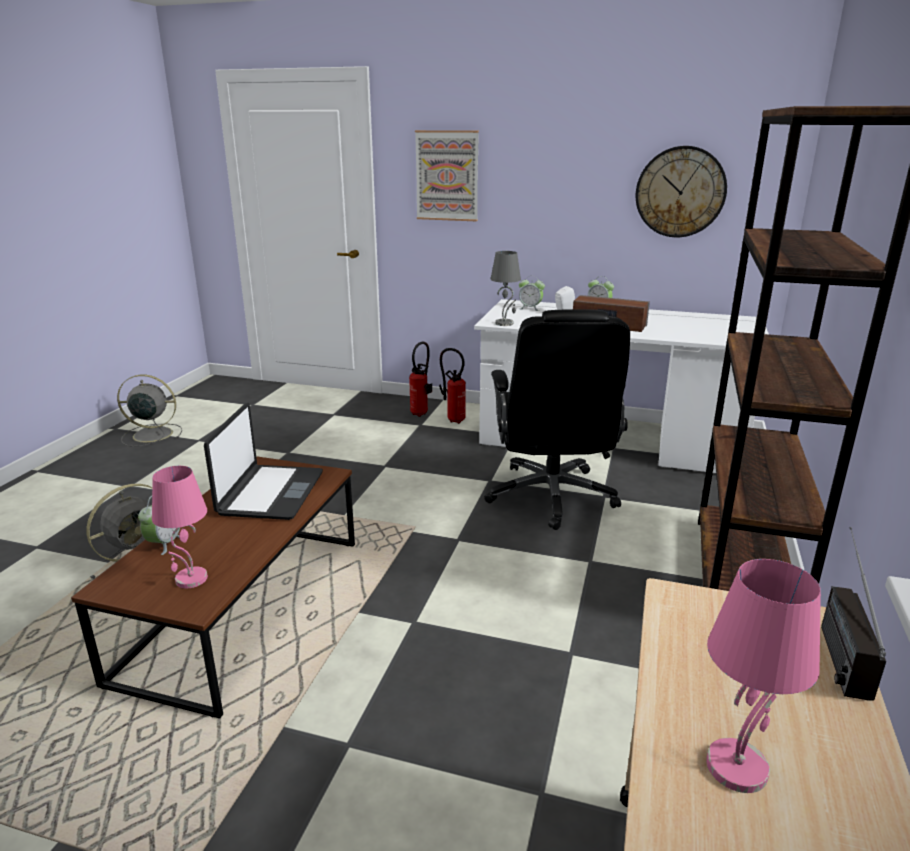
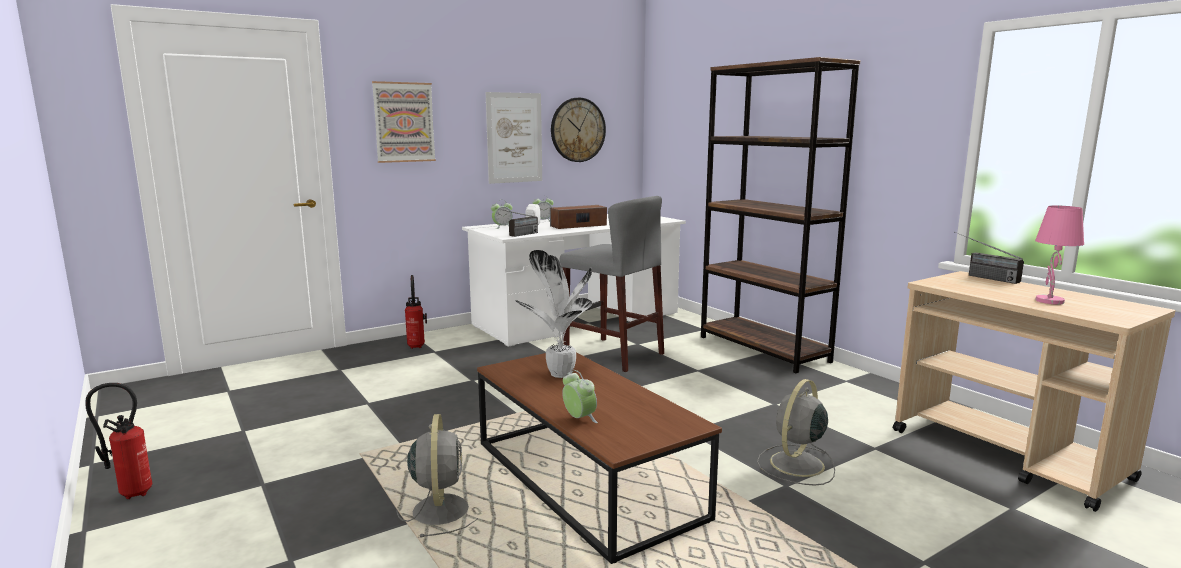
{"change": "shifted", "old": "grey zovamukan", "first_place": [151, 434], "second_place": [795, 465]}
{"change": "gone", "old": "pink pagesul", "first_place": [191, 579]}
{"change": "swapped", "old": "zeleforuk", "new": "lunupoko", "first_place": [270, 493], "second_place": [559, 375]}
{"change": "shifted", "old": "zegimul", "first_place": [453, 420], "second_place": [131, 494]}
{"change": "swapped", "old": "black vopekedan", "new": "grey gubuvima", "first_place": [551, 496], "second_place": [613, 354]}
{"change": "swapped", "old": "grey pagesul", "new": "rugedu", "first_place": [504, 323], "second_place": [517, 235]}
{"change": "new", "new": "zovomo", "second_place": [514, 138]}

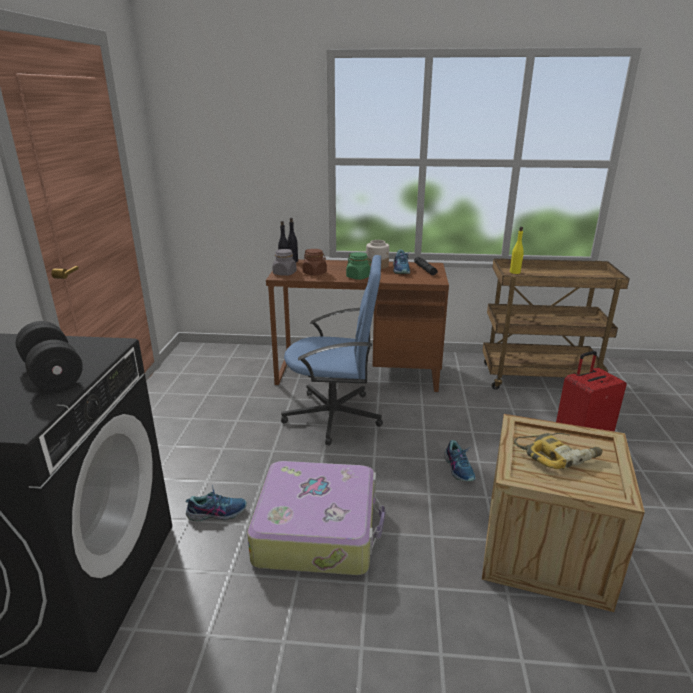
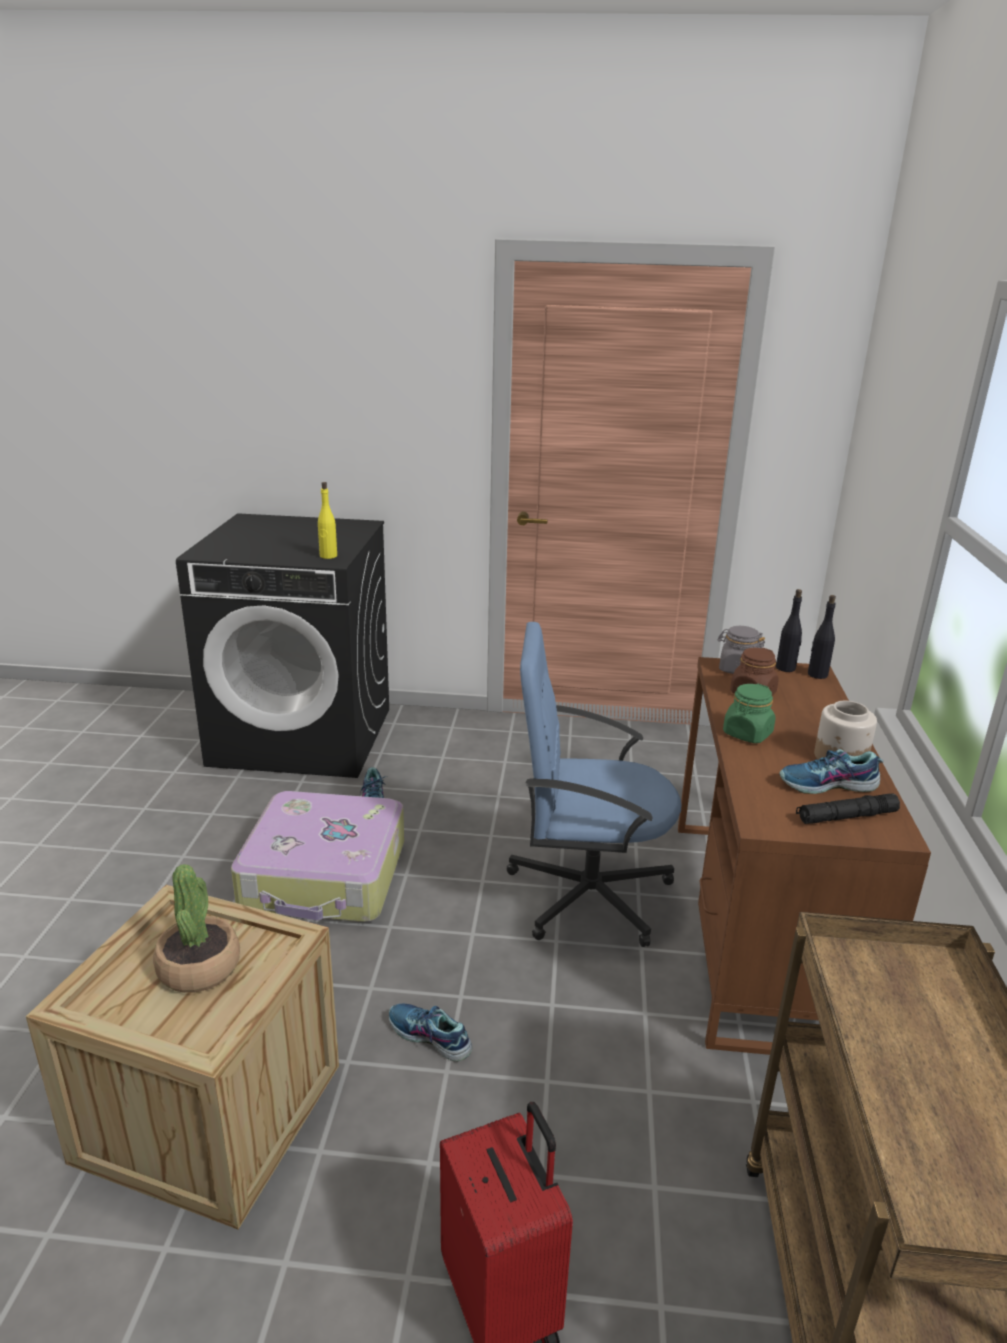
{"change": "gone", "old": "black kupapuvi", "first_place": [53, 374]}
{"change": "rotated", "old": "blue vopekedan", "first_place": [334, 416], "second_place": [586, 893], "degrees": 90}
{"change": "rotated", "old": "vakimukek", "first_place": [459, 468], "second_place": [429, 1037], "degrees": 45}
{"change": "shifted", "old": "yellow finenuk", "first_place": [515, 272], "second_place": [328, 556]}
{"change": "swapped", "old": "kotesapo", "new": "lunupoko", "first_place": [557, 455], "second_place": [199, 967]}

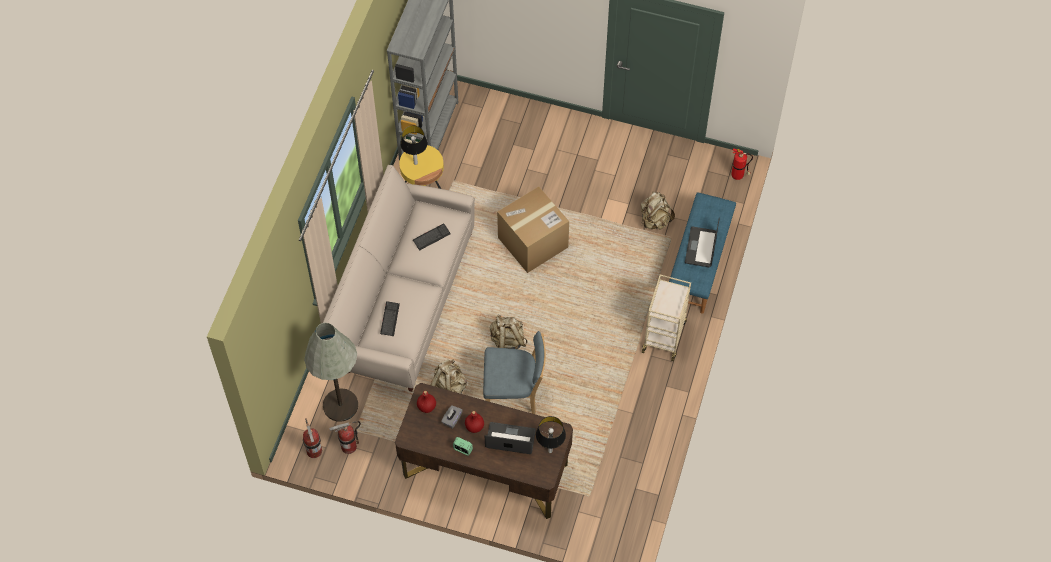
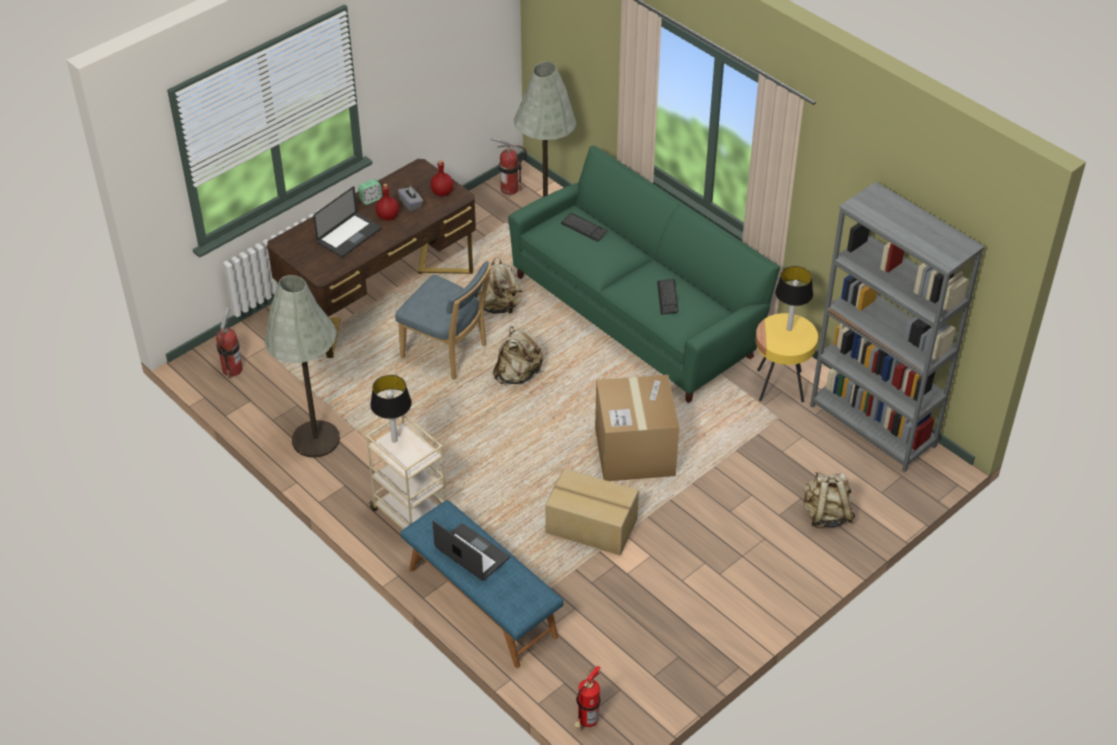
{"change": "repainted", "old": "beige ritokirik", "new": "green ritokirik", "first_place": [403, 300], "second_place": [638, 313]}
{"change": "shifted", "old": "zegimul", "first_place": [348, 446], "second_place": [232, 369]}
{"change": "rotated", "old": "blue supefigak", "first_place": [514, 394], "second_place": [447, 353], "degrees": -90}
{"change": "shifted", "old": "pagesul", "first_place": [550, 451], "second_place": [394, 440]}
{"change": "shifted", "old": "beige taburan", "first_place": [655, 220], "second_place": [825, 515]}
{"change": "new", "new": "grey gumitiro", "second_place": [316, 439]}
{"change": "new", "new": "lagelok", "second_place": [591, 526]}

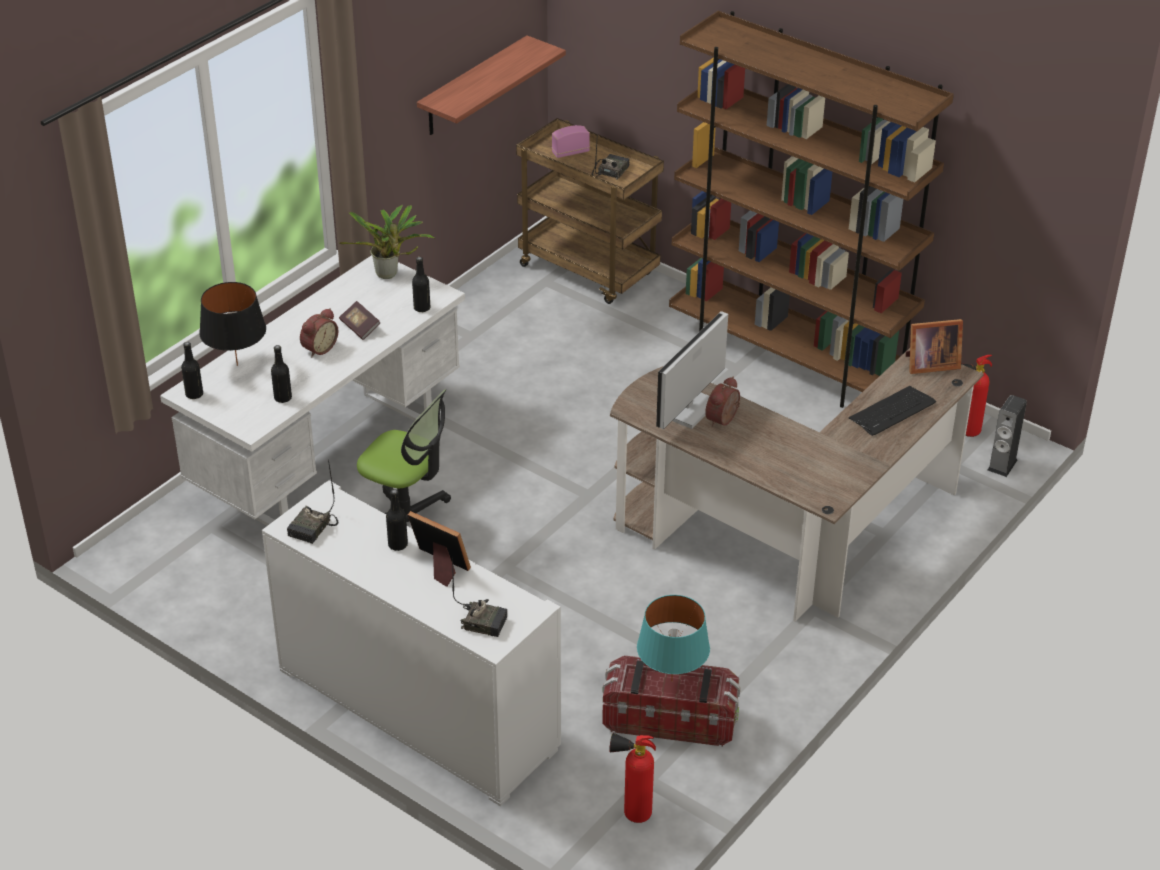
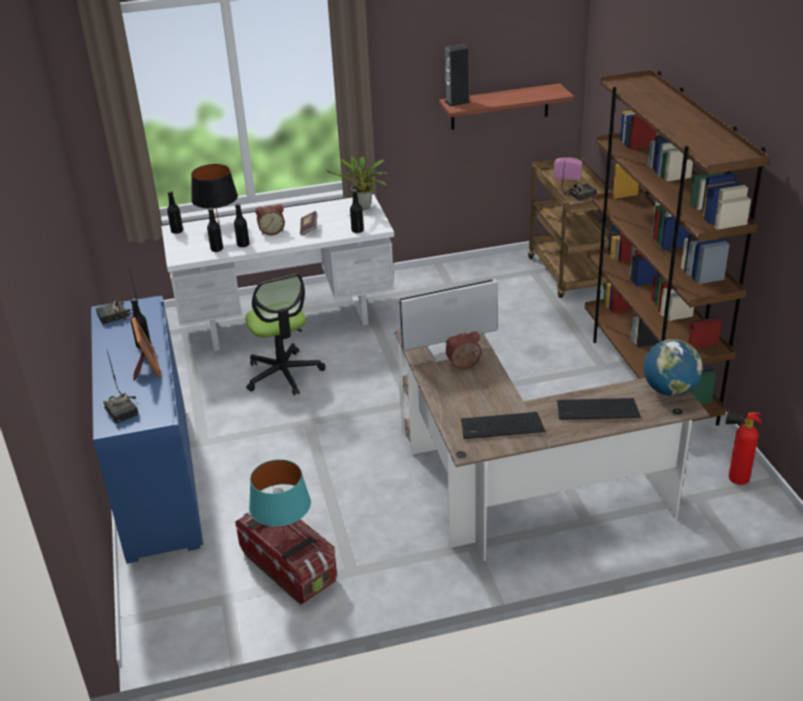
{"change": "repainted", "old": "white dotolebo", "new": "blue dotolebo", "first_place": [417, 708], "second_place": [158, 479]}
{"change": "gone", "old": "zegimul", "first_place": [631, 814]}
{"change": "swapped", "old": "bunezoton", "new": "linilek", "first_place": [929, 364], "second_place": [669, 390]}
{"change": "shifted", "old": "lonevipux", "first_place": [1002, 465], "second_place": [457, 102]}
{"change": "new", "new": "black finenuk", "second_place": [243, 245]}
{"change": "new", "new": "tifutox", "second_place": [501, 426]}

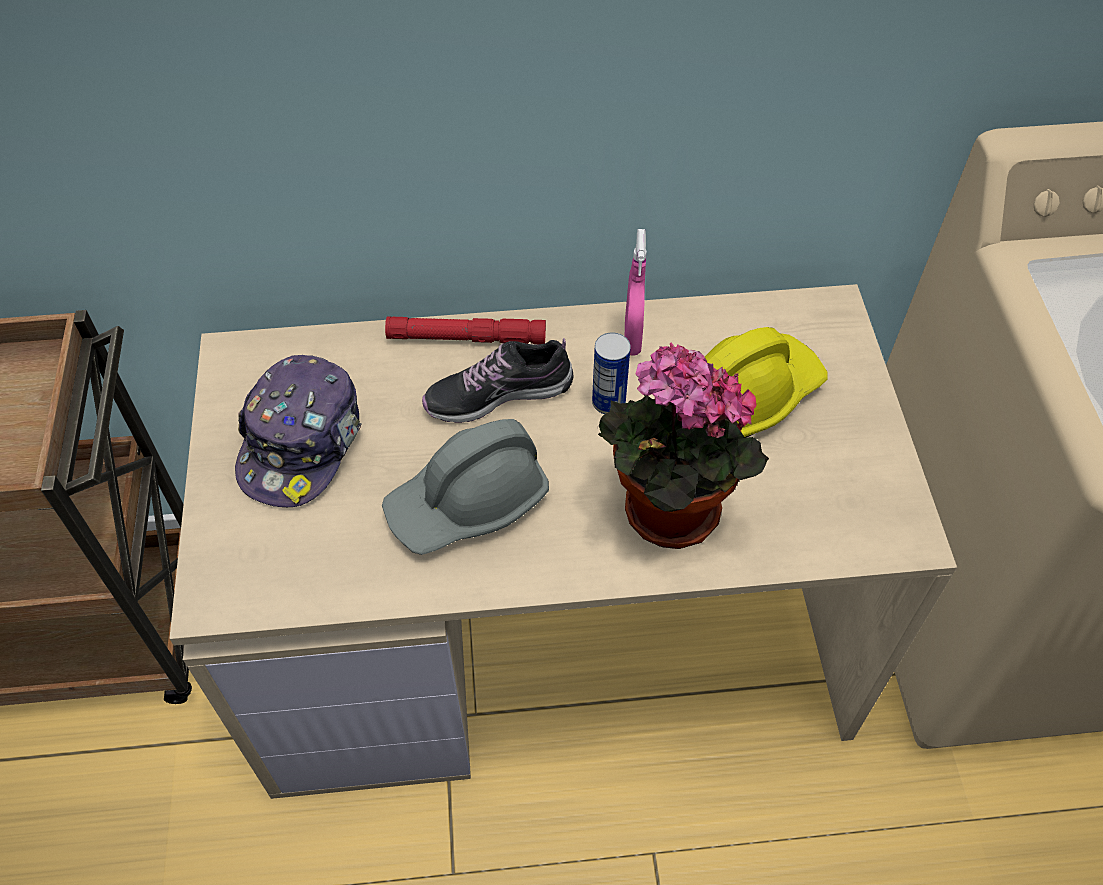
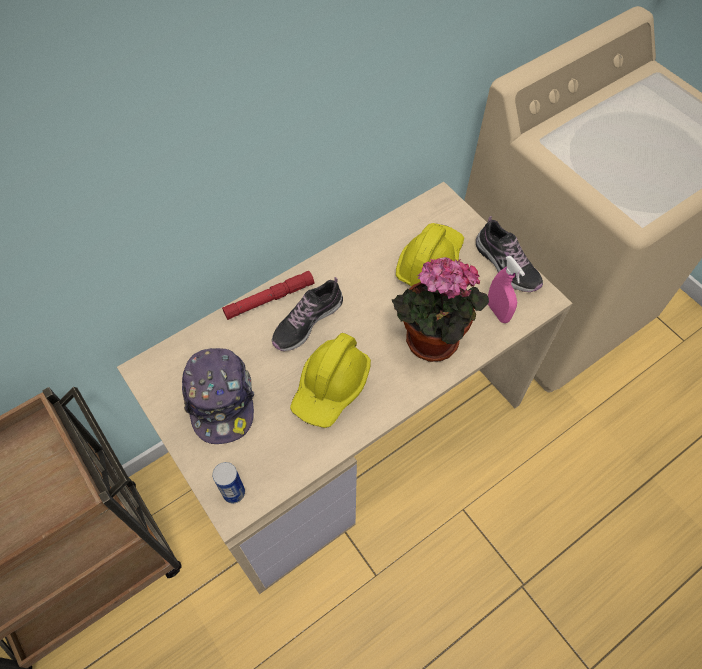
{"change": "repainted", "old": "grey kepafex", "new": "yellow kepafex", "first_place": [468, 502], "second_place": [331, 387]}
{"change": "shifted", "old": "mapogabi", "first_place": [608, 402], "second_place": [234, 492]}
{"change": "shifted", "old": "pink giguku", "first_place": [632, 338], "second_place": [497, 312]}
{"change": "new", "new": "vakimukek", "second_place": [506, 265]}

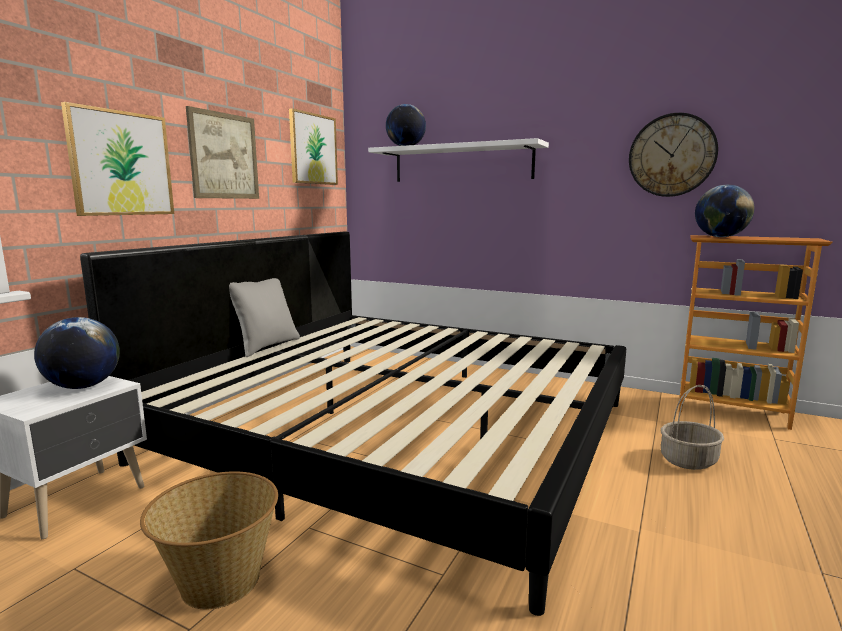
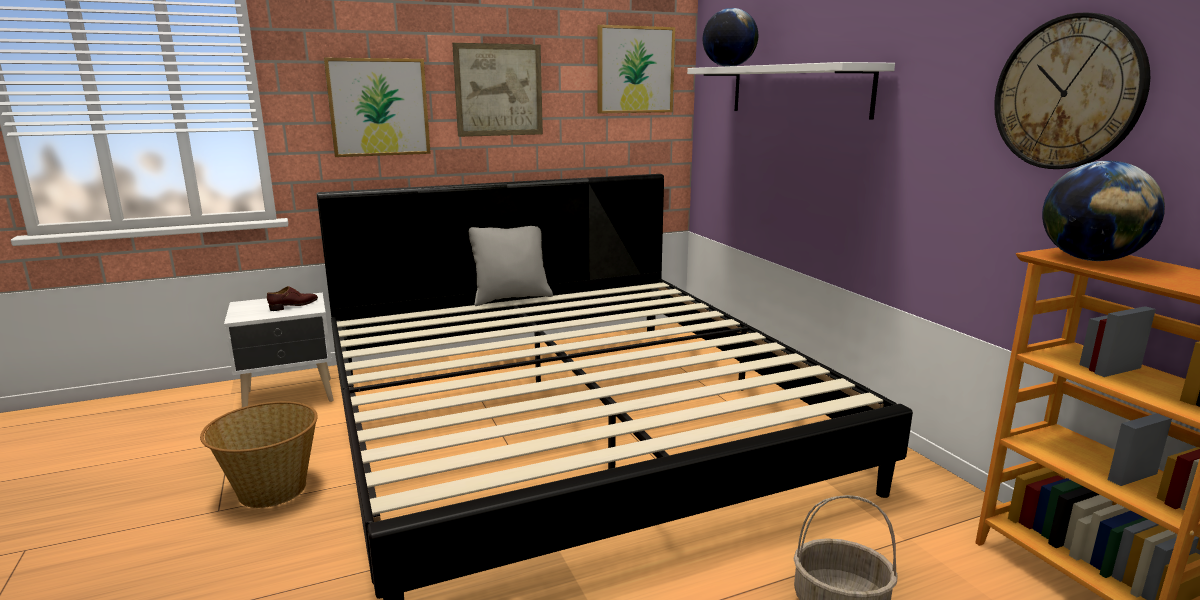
{"change": "swapped", "old": "linilek", "new": "brown vakimukek", "first_place": [83, 386], "second_place": [294, 305]}

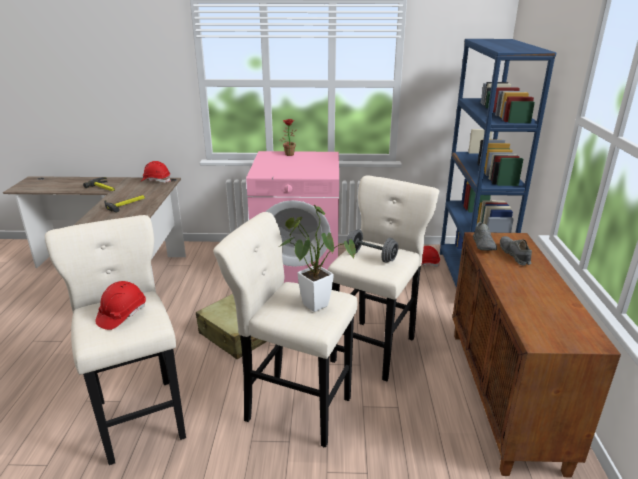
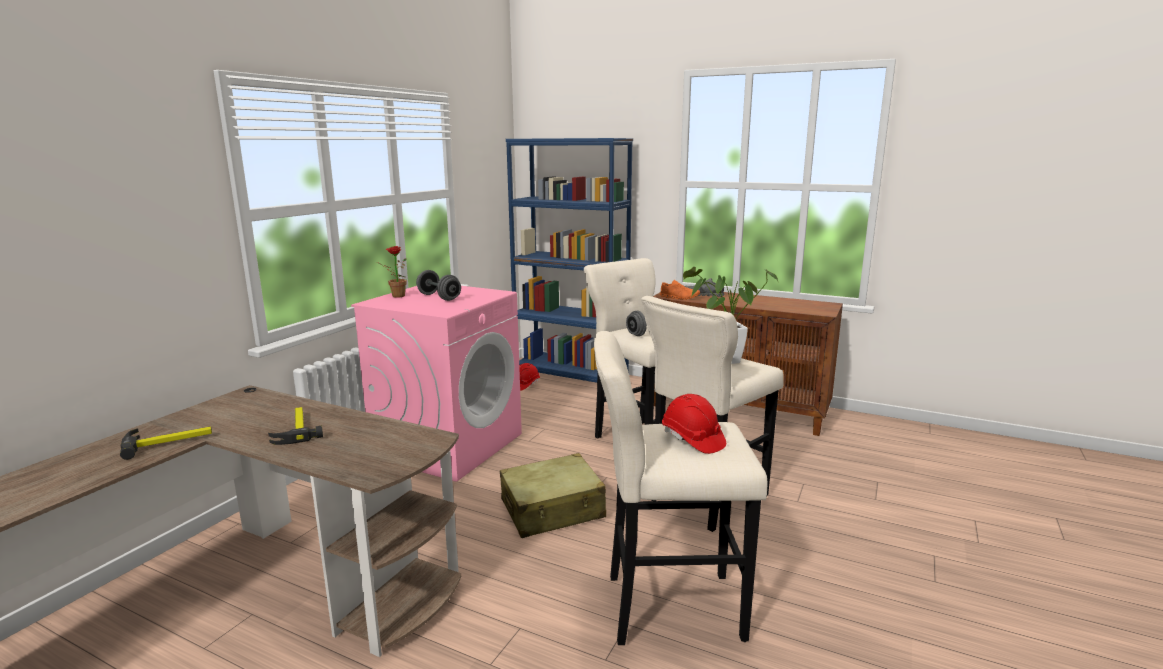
{"change": "gone", "old": "red kepafex", "first_place": [156, 180]}
{"change": "repainted", "old": "grey vakimukek", "new": "orange vakimukek", "first_place": [483, 245], "second_place": [679, 297]}
{"change": "new", "new": "grey kupapuvi", "second_place": [439, 297]}

